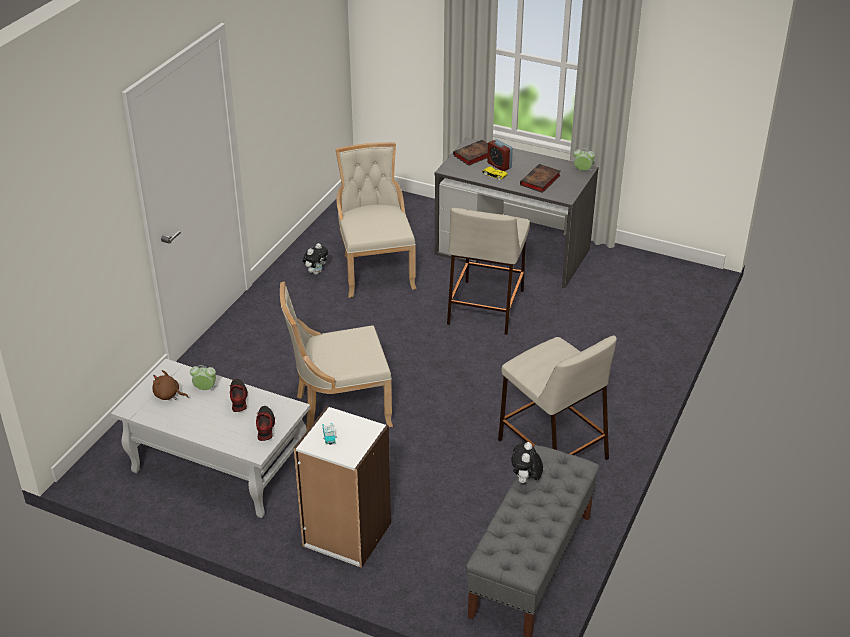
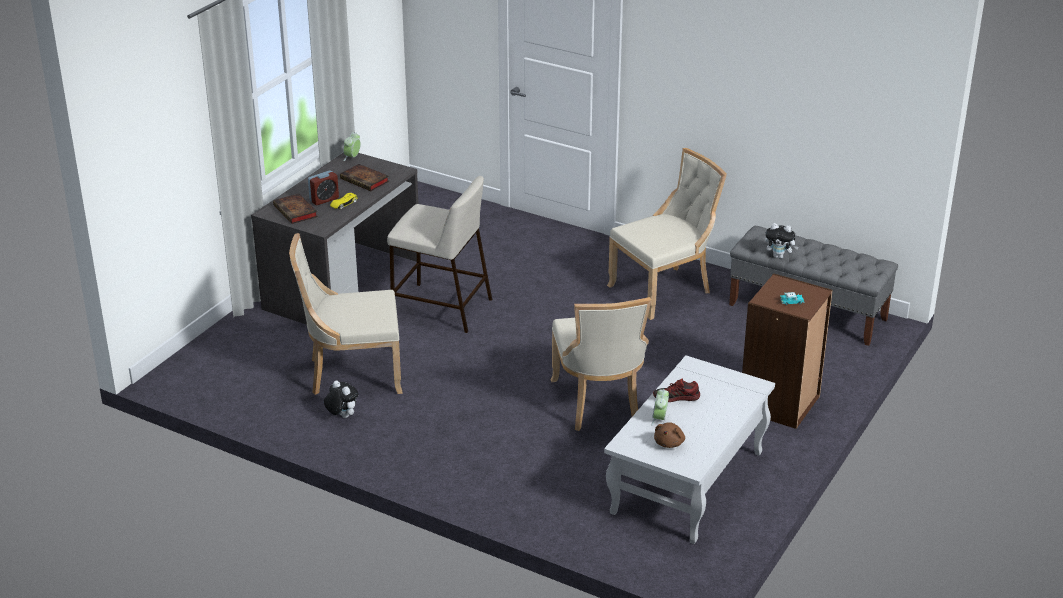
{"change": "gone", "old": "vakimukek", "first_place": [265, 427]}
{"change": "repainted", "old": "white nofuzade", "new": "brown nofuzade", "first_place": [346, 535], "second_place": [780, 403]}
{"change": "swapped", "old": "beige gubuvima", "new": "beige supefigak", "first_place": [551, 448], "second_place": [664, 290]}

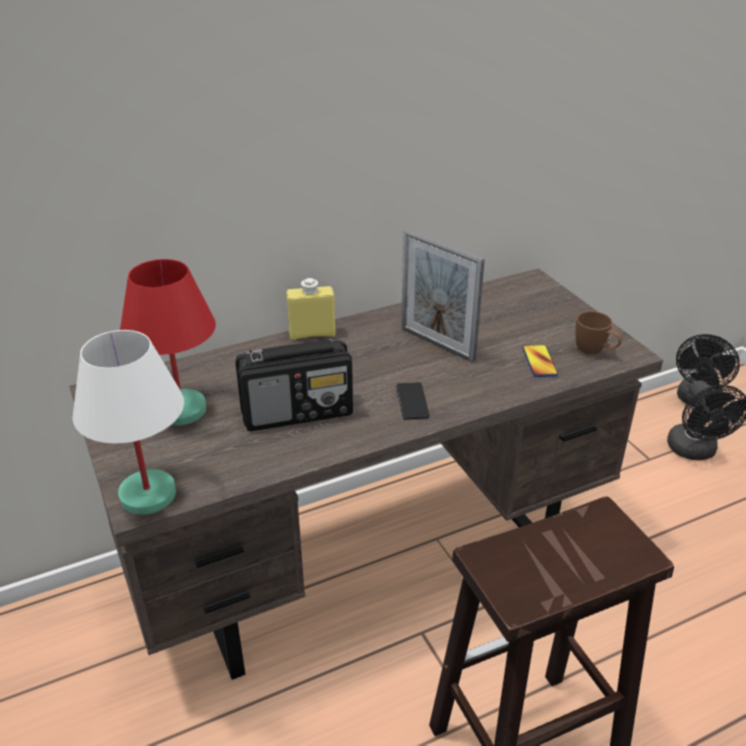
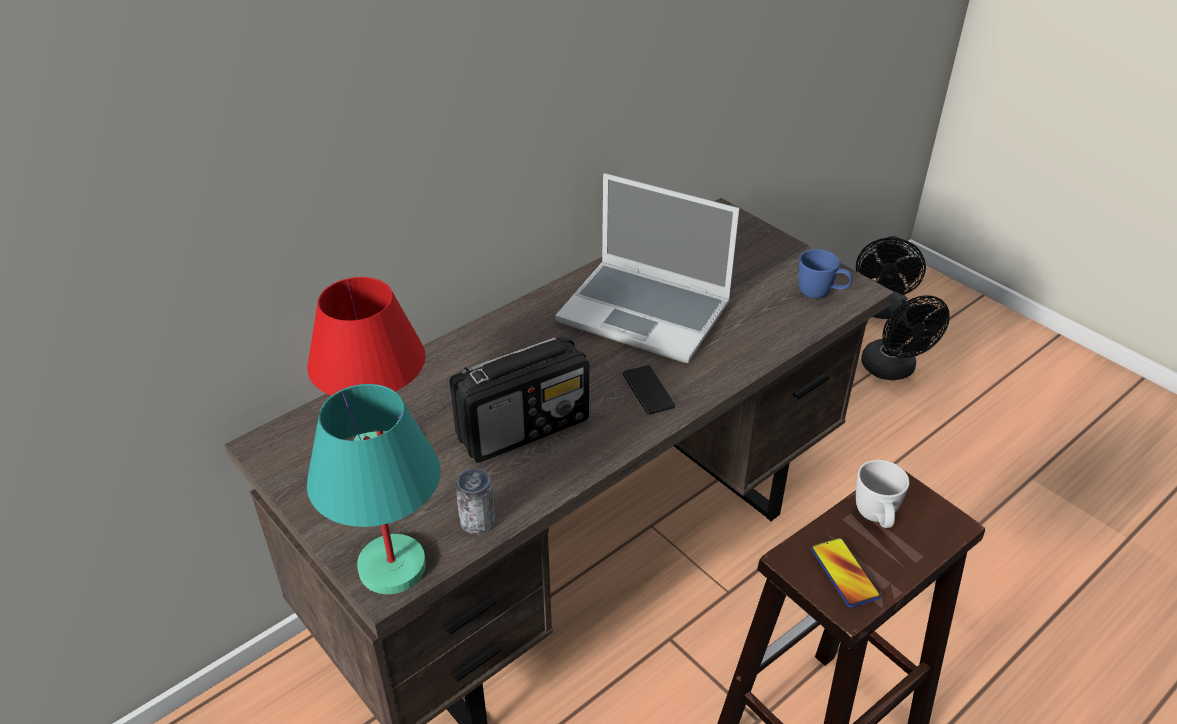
{"change": "repainted", "old": "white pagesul", "new": "turquoise pagesul", "first_place": [146, 495], "second_place": [390, 567]}
{"change": "gone", "old": "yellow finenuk", "first_place": [312, 334]}
{"change": "swapped", "old": "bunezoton", "new": "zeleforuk", "first_place": [437, 344], "second_place": [646, 313]}
{"change": "shifted", "old": "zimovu", "first_place": [539, 362], "second_place": [844, 573]}
{"change": "repainted", "old": "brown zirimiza", "new": "blue zirimiza", "first_place": [595, 352], "second_place": [821, 294]}
{"change": "new", "new": "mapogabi", "second_place": [477, 522]}
{"change": "new", "new": "white zirimiza", "second_place": [876, 519]}

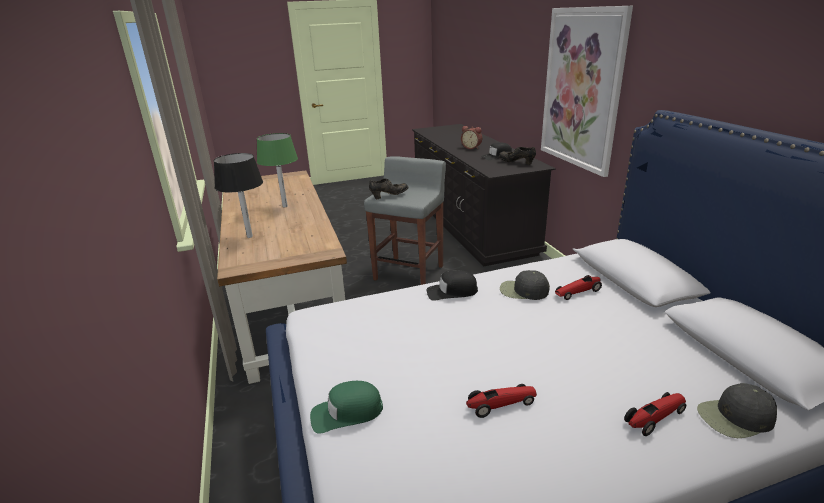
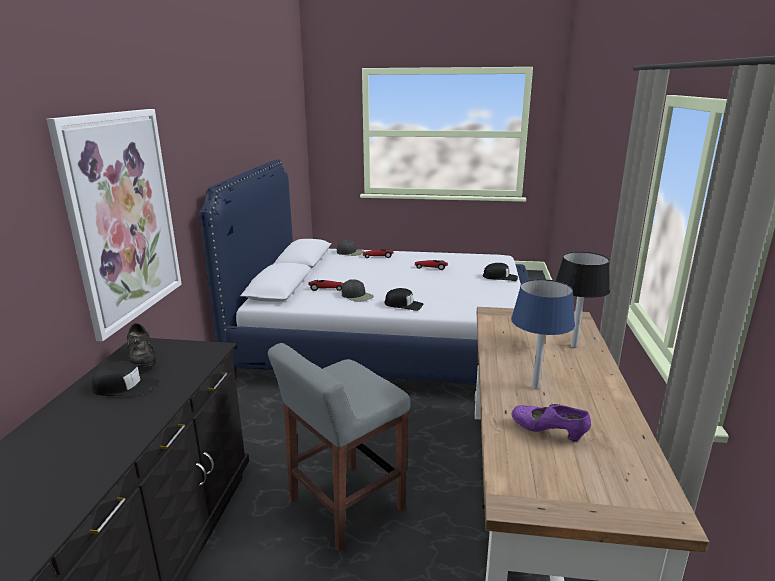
{"change": "repainted", "old": "green pagesul", "new": "blue pagesul", "first_place": [285, 206], "second_place": [535, 387]}
{"change": "repainted", "old": "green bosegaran", "new": "black bosegaran", "first_place": [346, 413], "second_place": [500, 277]}
{"change": "gone", "old": "black vakimukek", "first_place": [389, 196]}
{"change": "gone", "old": "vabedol", "first_place": [471, 147]}
{"change": "new", "new": "purple vakimukek", "second_place": [548, 432]}

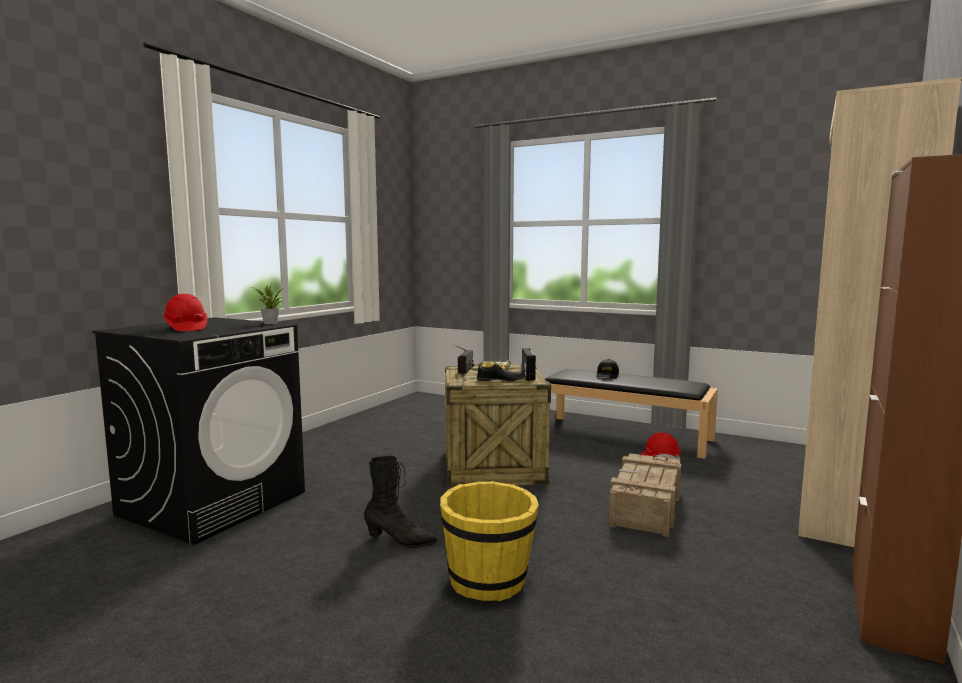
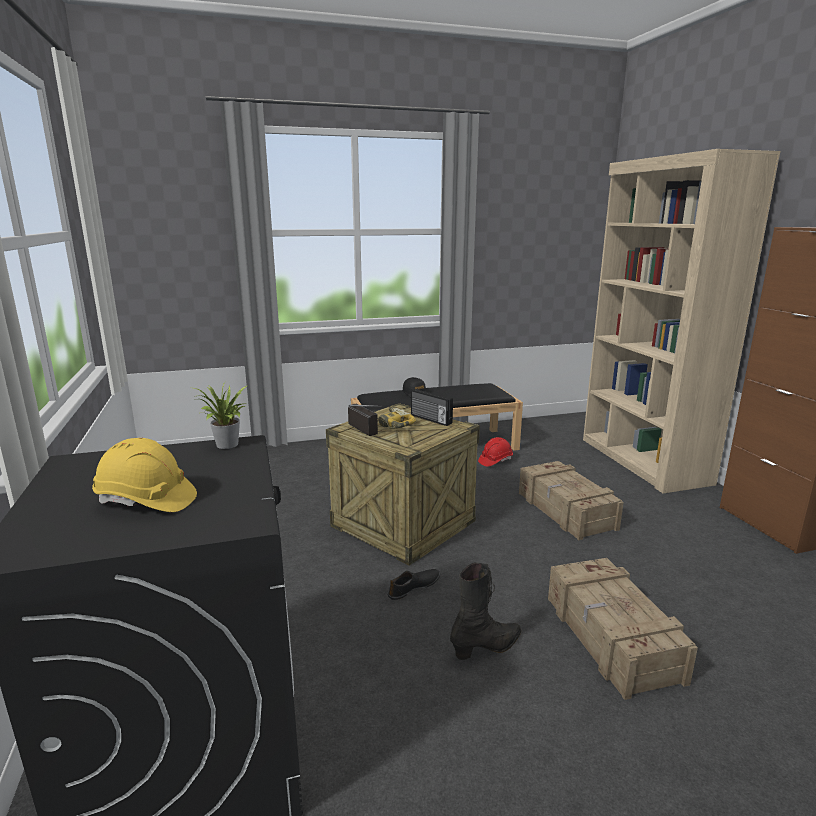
{"change": "repainted", "old": "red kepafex", "new": "yellow kepafex", "first_place": [186, 328], "second_place": [146, 501]}
{"change": "swapped", "old": "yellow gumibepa", "new": "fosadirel", "first_place": [488, 580], "second_place": [611, 639]}
{"change": "shifted", "old": "black vakimukek", "first_place": [500, 380], "second_place": [414, 587]}

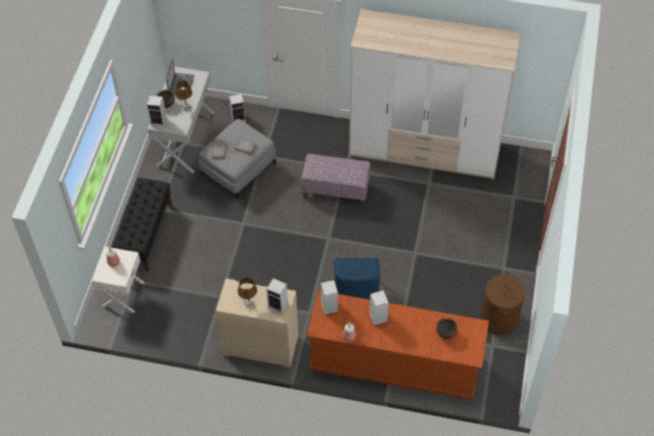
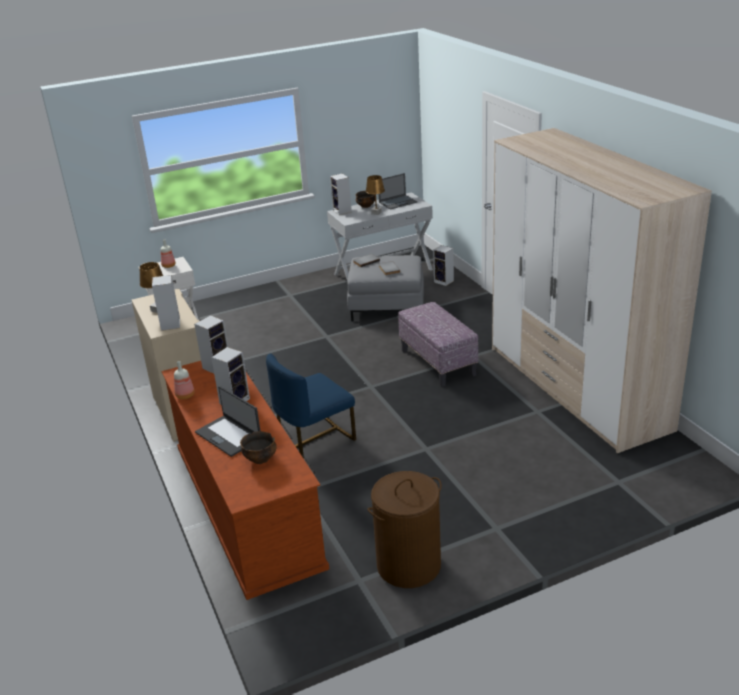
{"change": "gone", "old": "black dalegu", "first_place": [146, 234]}
{"change": "new", "new": "zeleforuk", "second_place": [229, 435]}

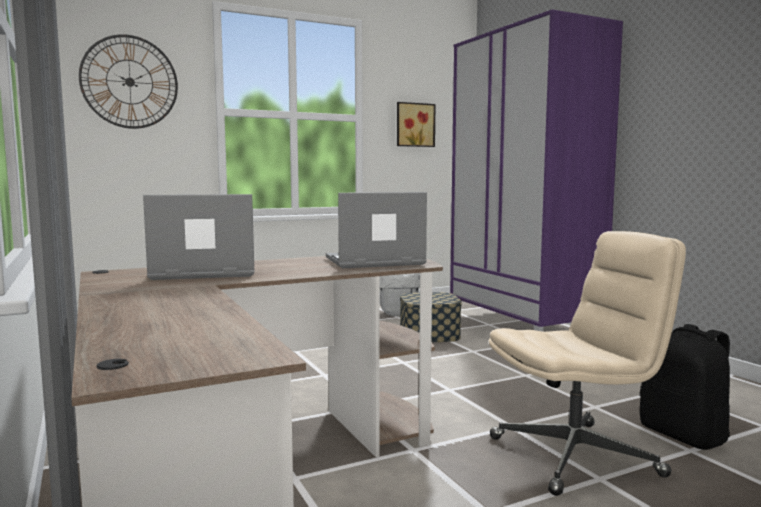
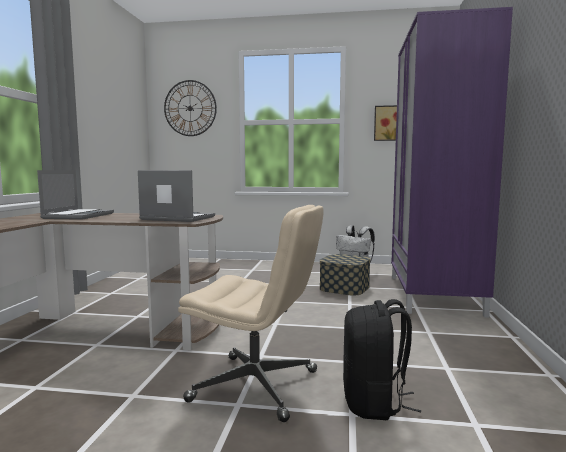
{"change": "rotated", "old": "zeleforuk", "first_place": [203, 272], "second_place": [78, 216], "degrees": 75}

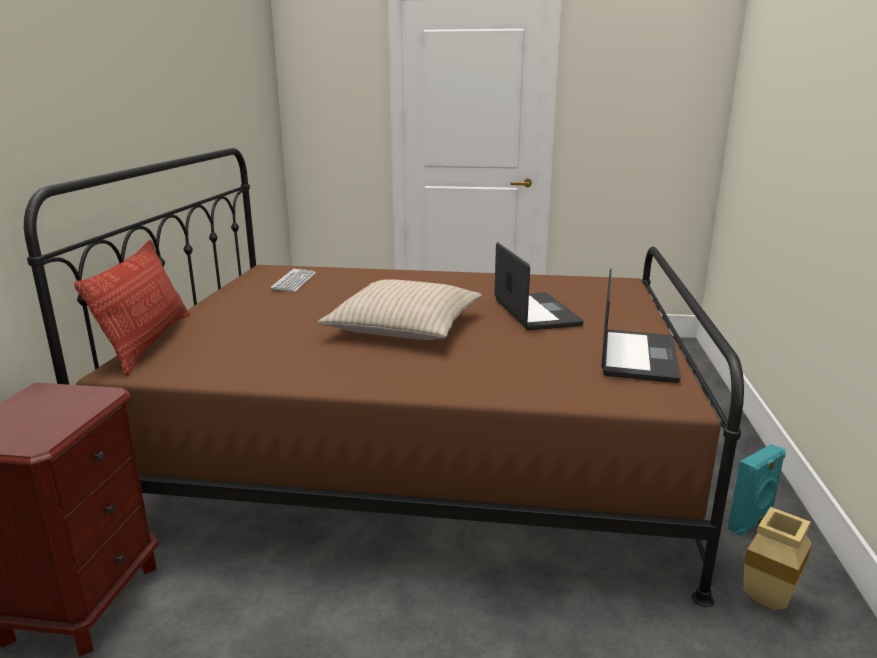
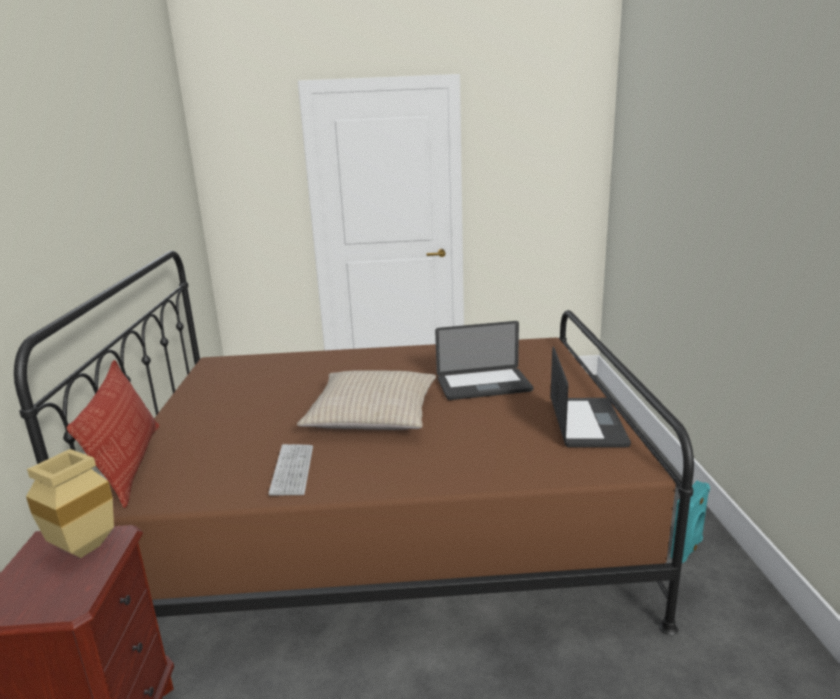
{"change": "shifted", "old": "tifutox", "first_place": [294, 281], "second_place": [292, 470]}
{"change": "rotated", "old": "zeleforuk", "first_place": [536, 313], "second_place": [484, 385], "degrees": 105}
{"change": "shifted", "old": "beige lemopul", "first_place": [766, 597], "second_place": [86, 546]}

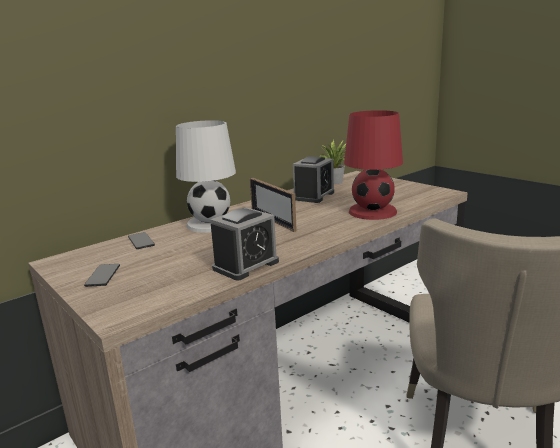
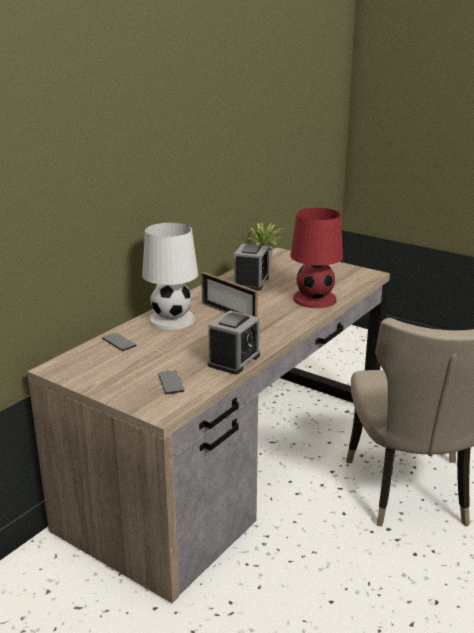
{"change": "shifted", "old": "zimovu", "first_place": [103, 276], "second_place": [171, 383]}

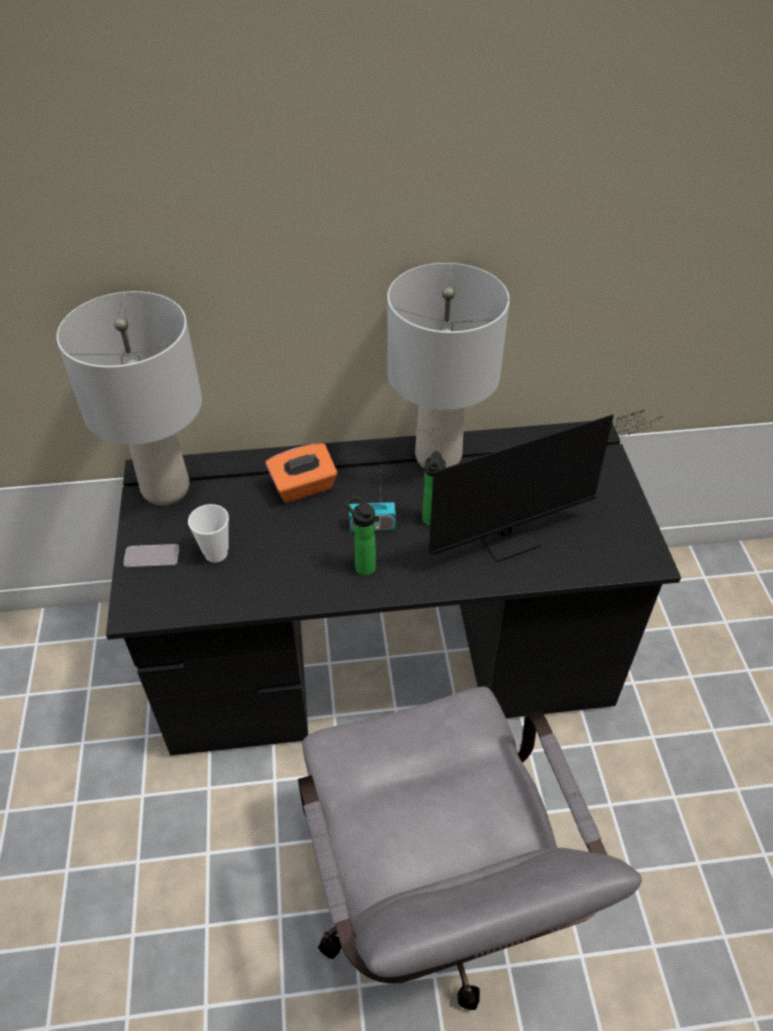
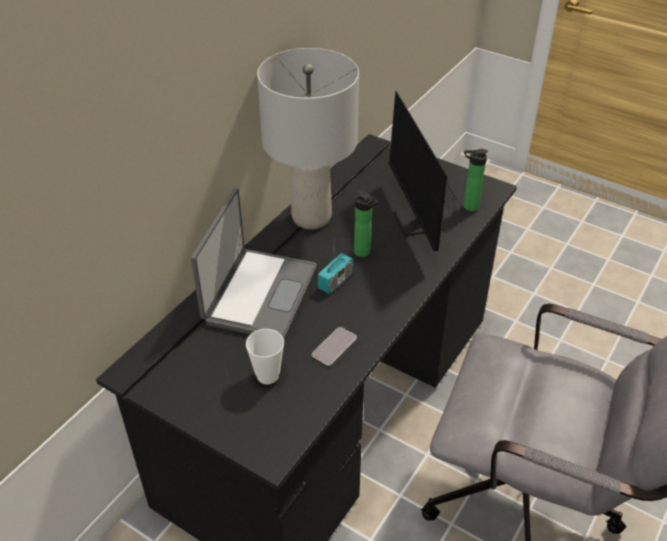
{"change": "gone", "old": "grey pagesul", "first_place": [166, 488]}
{"change": "shifted", "old": "zimovu", "first_place": [151, 556], "second_place": [334, 347]}
{"change": "swapped", "old": "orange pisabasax", "new": "zeleforuk", "first_place": [303, 487], "second_place": [258, 294]}
{"change": "shifted", "old": "finenuk", "first_place": [363, 566], "second_place": [468, 207]}
{"change": "rotated", "old": "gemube", "first_place": [516, 536], "second_place": [417, 225], "degrees": 150}

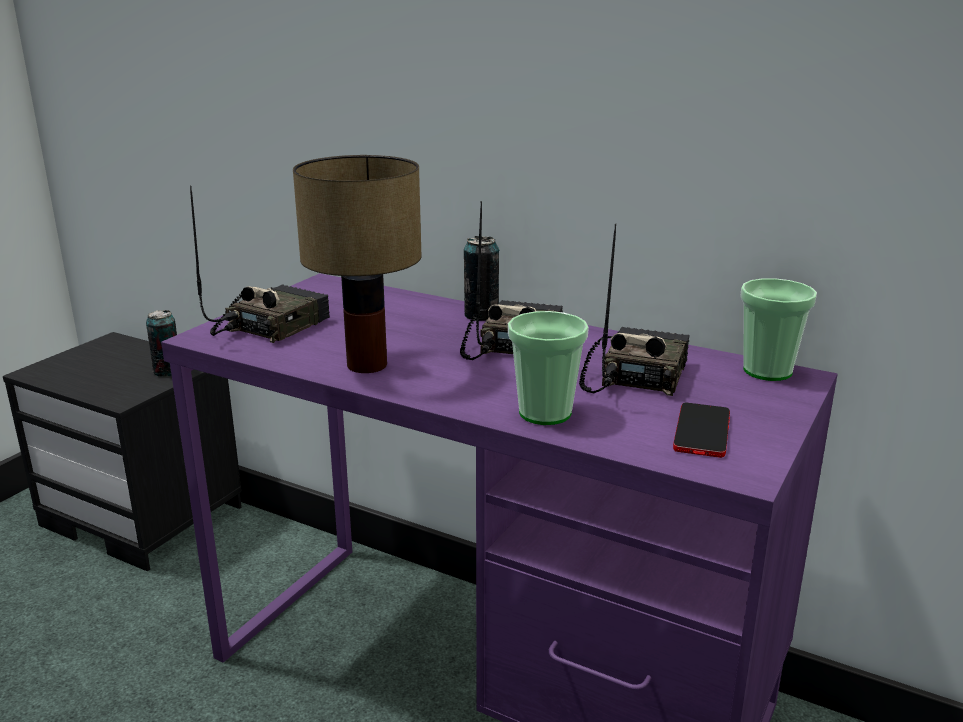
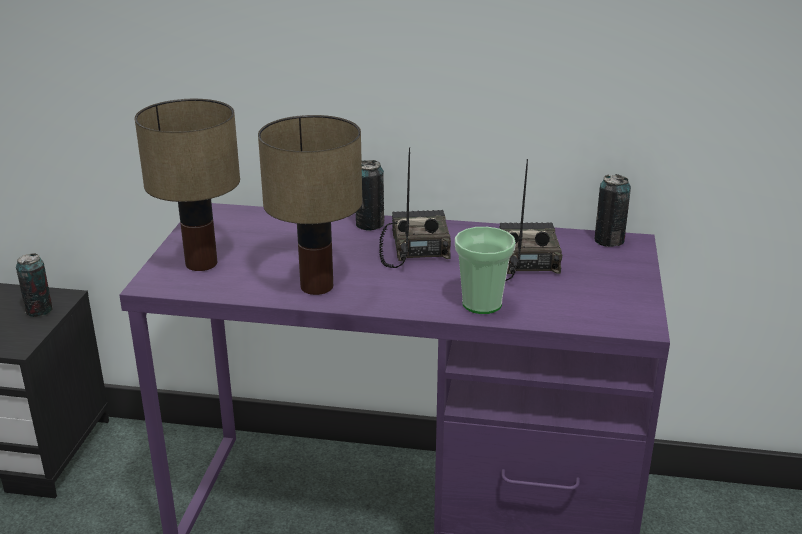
{"change": "swapped", "old": "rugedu", "new": "pagesul", "first_place": [270, 326], "second_place": [203, 263]}
{"change": "gone", "old": "zimovu", "first_place": [702, 431]}
{"change": "swapped", "old": "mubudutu", "new": "mapogabi", "first_place": [767, 371], "second_place": [609, 240]}

